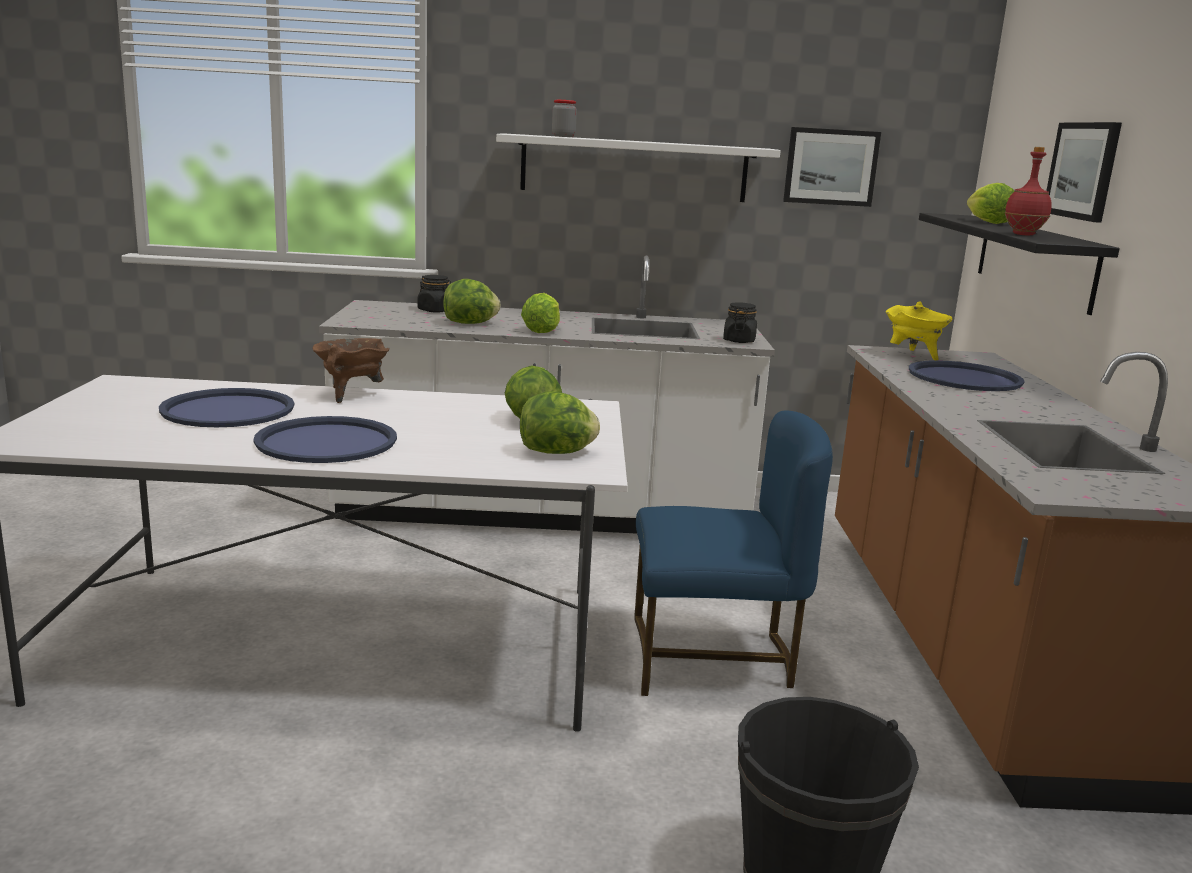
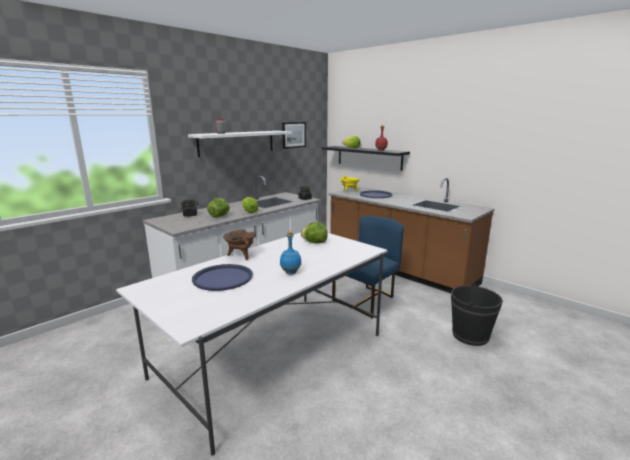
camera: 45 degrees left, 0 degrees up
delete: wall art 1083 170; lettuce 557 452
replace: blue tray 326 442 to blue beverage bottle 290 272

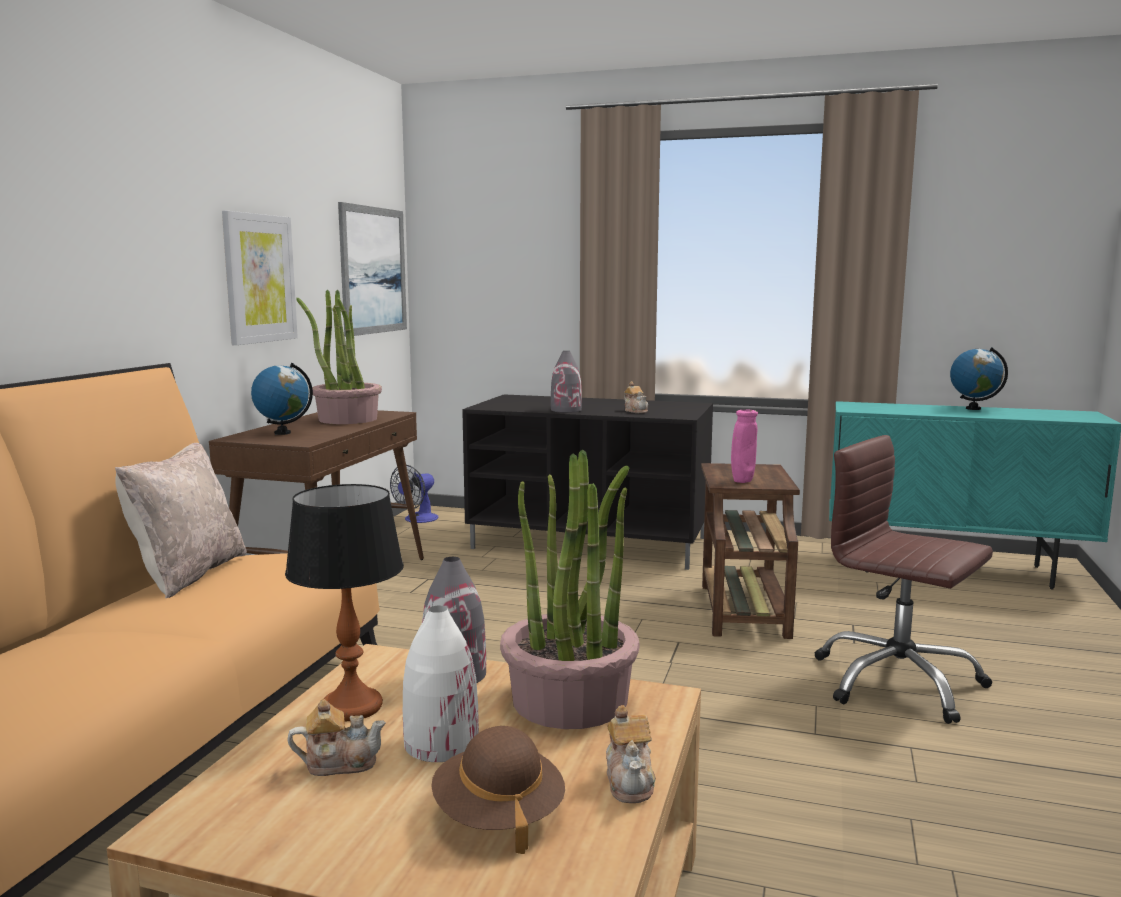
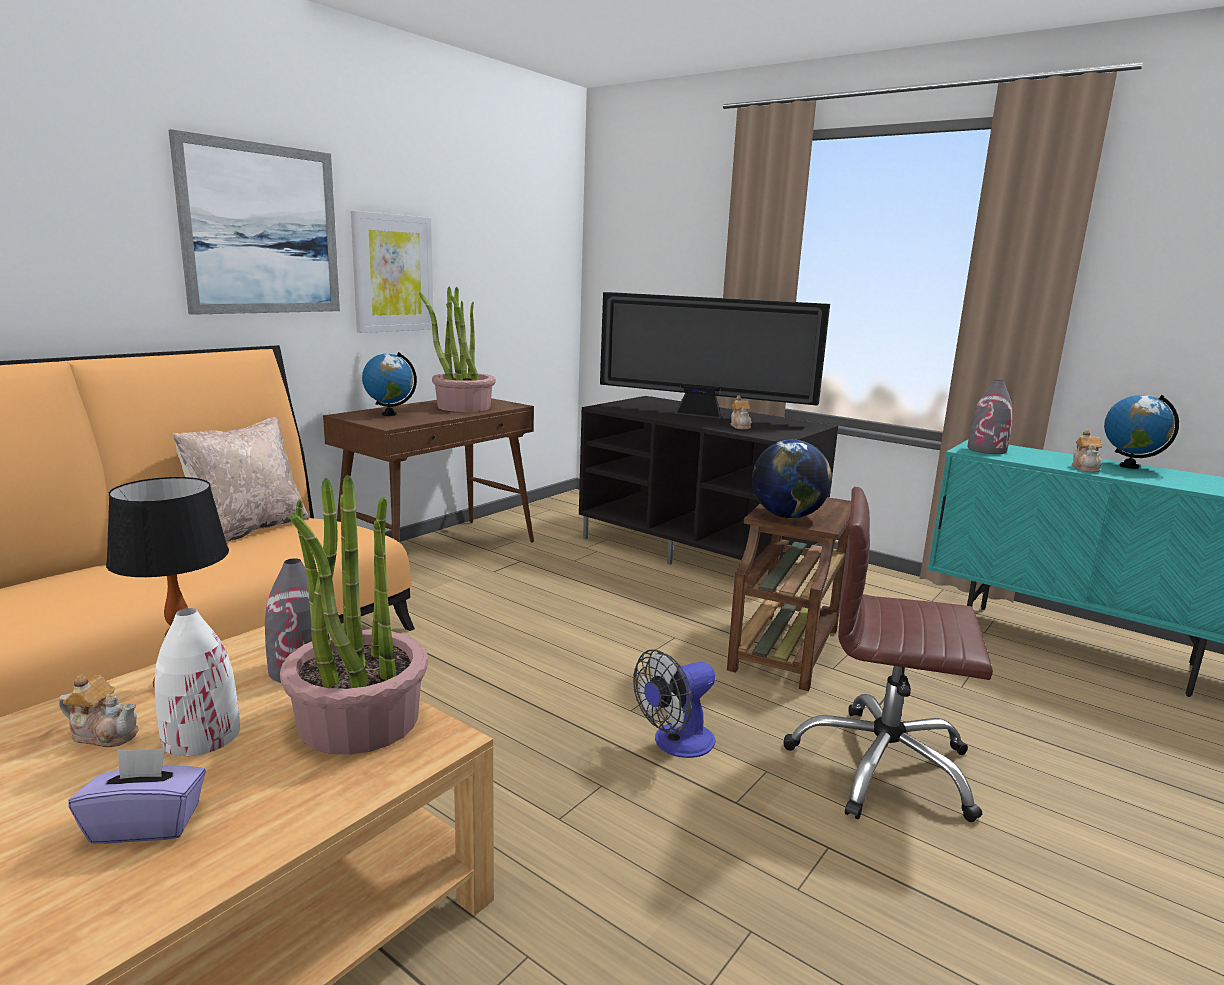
camera: 20 degrees right, 5 degrees up
insert: TV 703 415
move: wall art 373 270 to 262 230; grey decorative vase 566 410 to 987 450; cooling fan 417 520 to 676 744; teapot 630 781 to 1085 468
replace: pink decorative vase 742 482 to world globe 787 516; brownish hat 498 815 to purplish tissue box 146 824
rotate: brownish desk chair 897 682 = 882 767 45 degrees counterclockwise

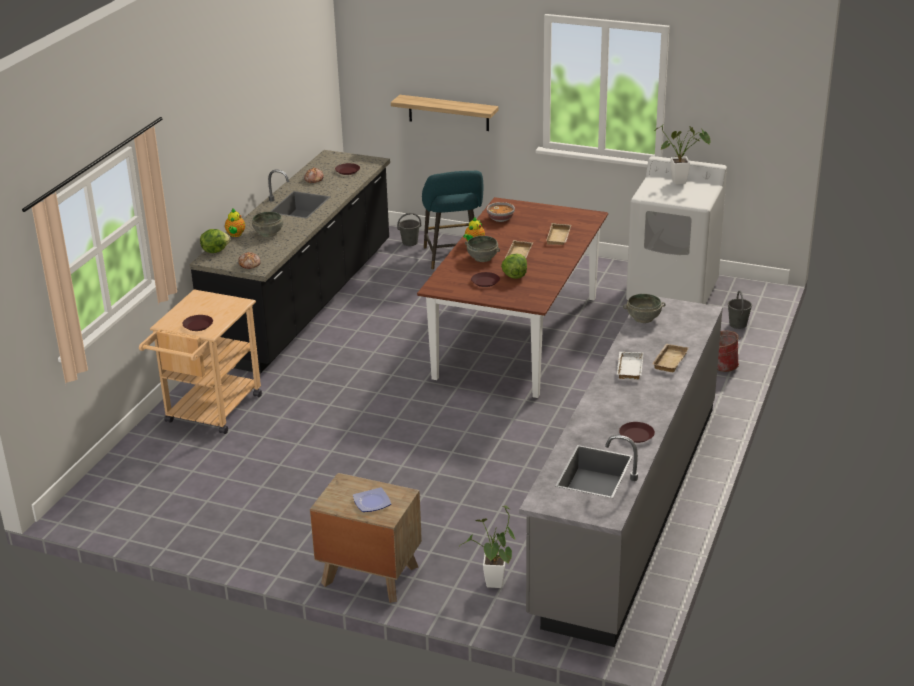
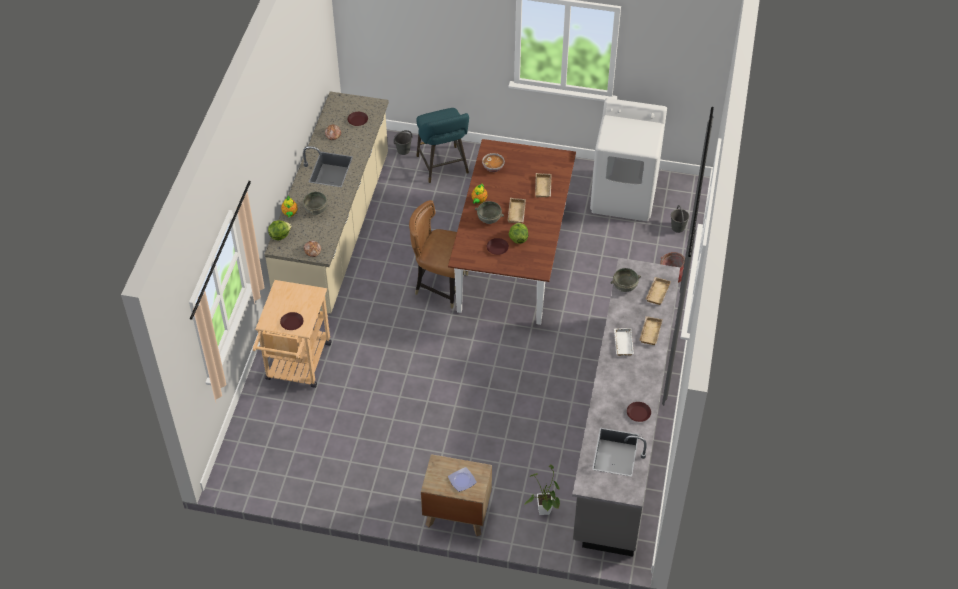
camera: 10 degrees left, 20 degrees up
delete: shelf 448 113; potted plant 682 181
insert: brownish upright chair 441 286; sand-coloured tray 657 292
recolor: black-coloured kitchen base unit 305 301 to sand-coloured kitchen base unit 335 231

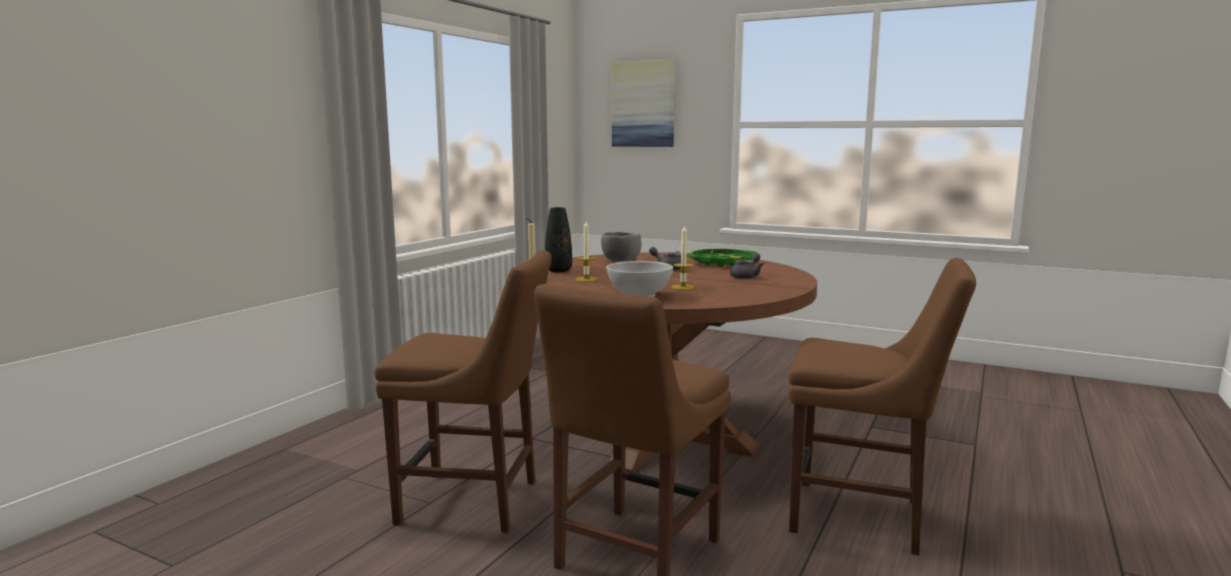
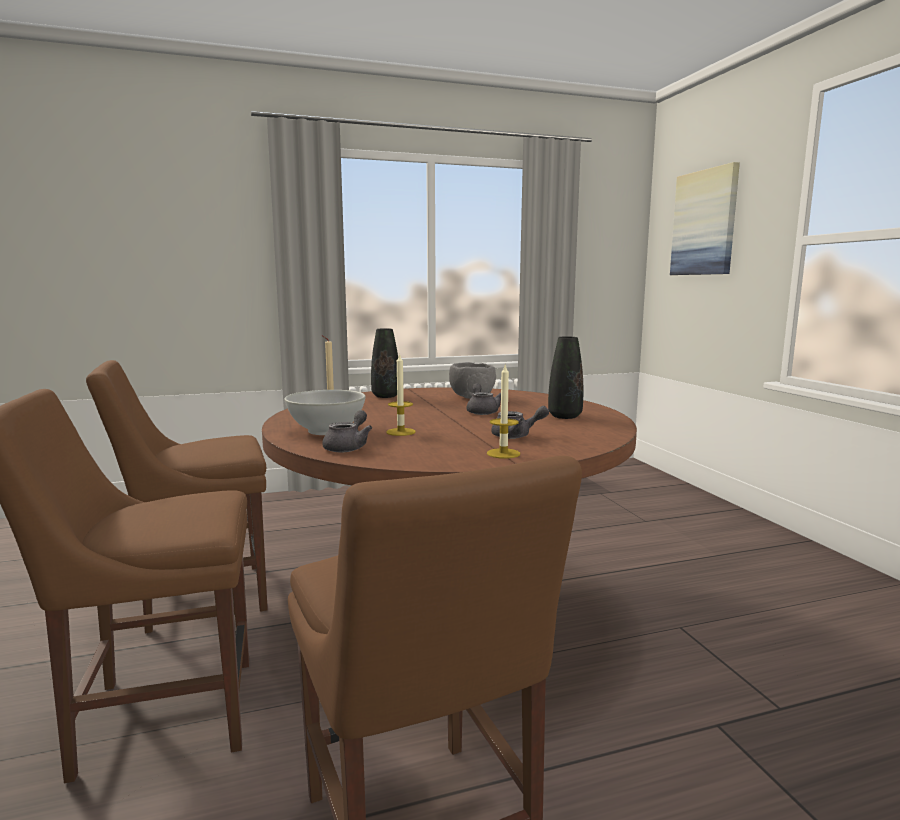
camera: 45 degrees right, 0 degrees up
insert: grey teapot 348 447
move: wax candle 586 279 to 503 453
replace: green tray 722 263 to black-coloured decorative vase 564 416
rotate: brownish upright chair 475 502 = 199 597 105 degrees clockwise

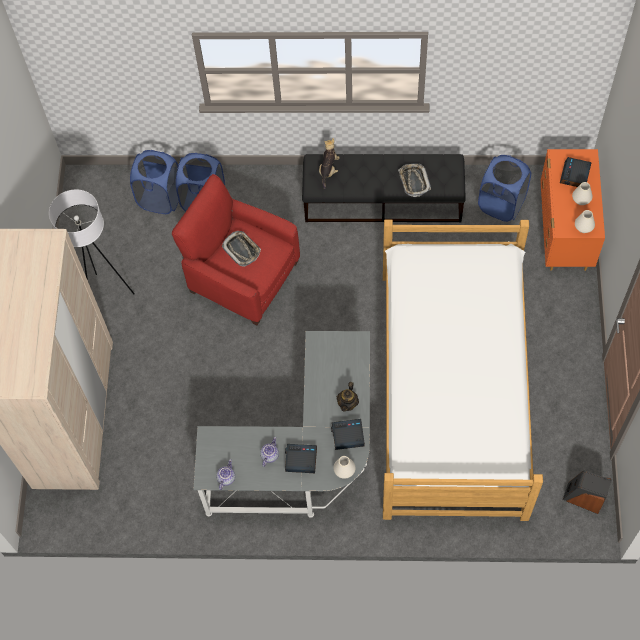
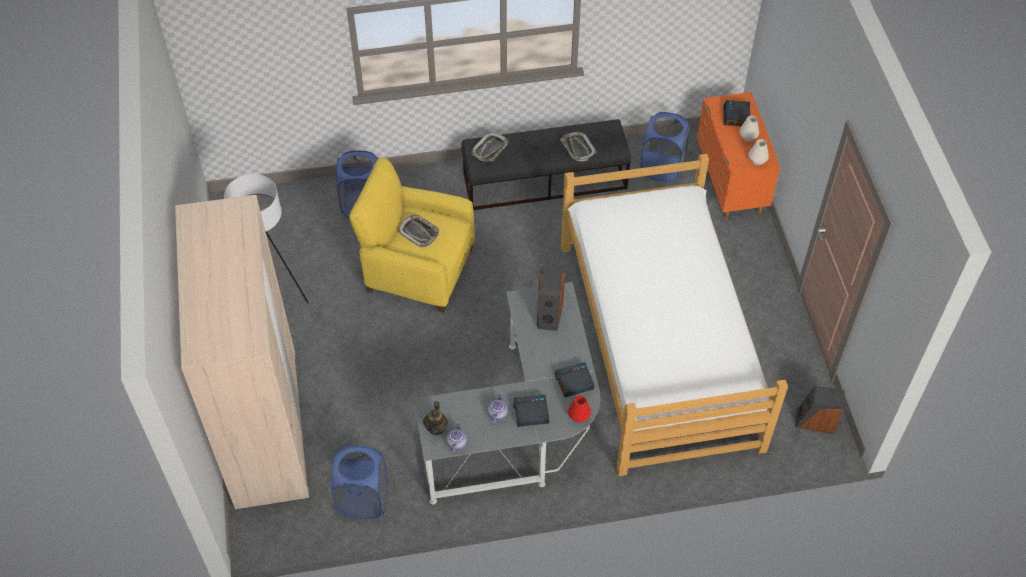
camera: 15 degrees left, 10 degrees down
insert: loudspeaker 549 313
move: blue washing basket 160 198 to 363 500; teapot 348 403 to 436 428
replace: soft toy 328 169 to tray 490 149
recolor: red lounge chair 242 276 to yellowish lounge chair 418 269; white-coloured decorative vase 344 470 to red decorative vase 579 415

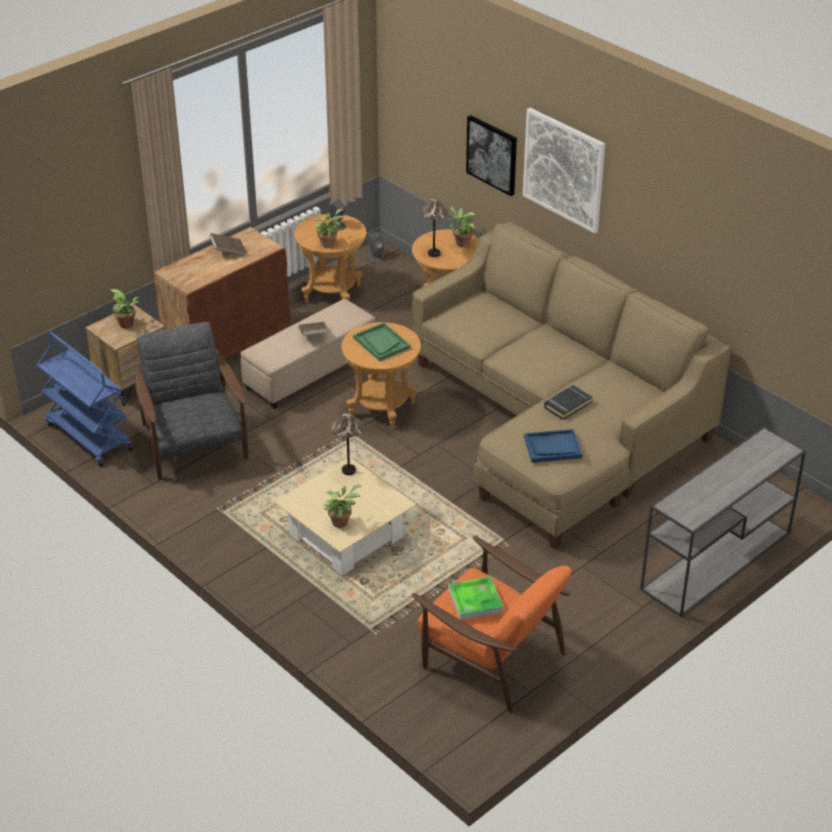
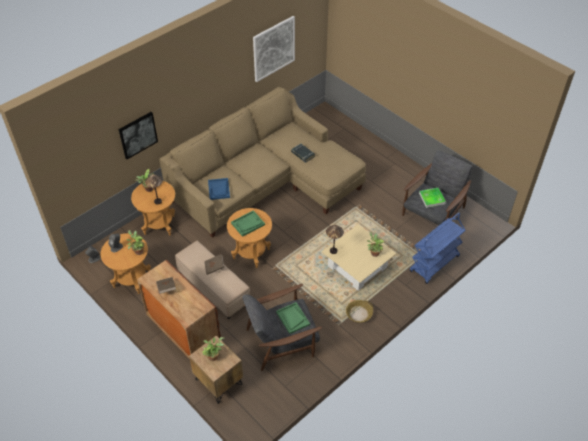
camera: 90 degrees left, 10 degrees up
delete: grey hall table 715 562
insert: household basket 358 314; green tray 292 318
move: wall art 564 169 to 273 48; blue wheeled cart 88 436 to 434 264; blue tray 552 447 to 219 189
recolor: orangey lounge chair 490 657 to grey lounge chair 433 213

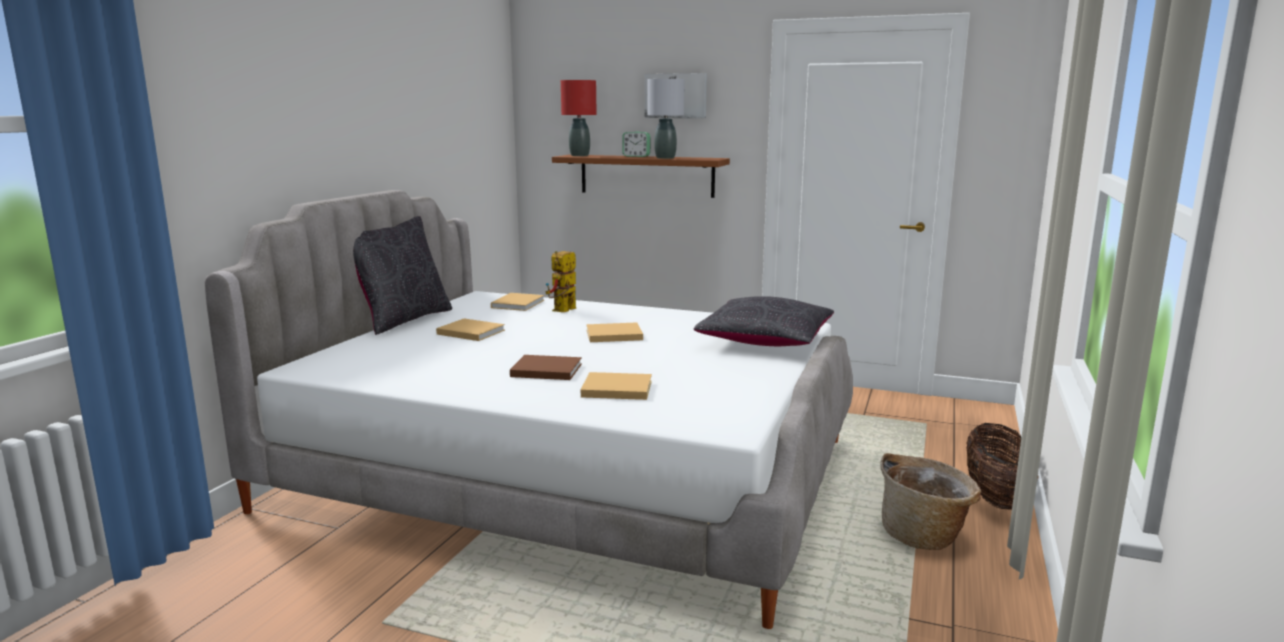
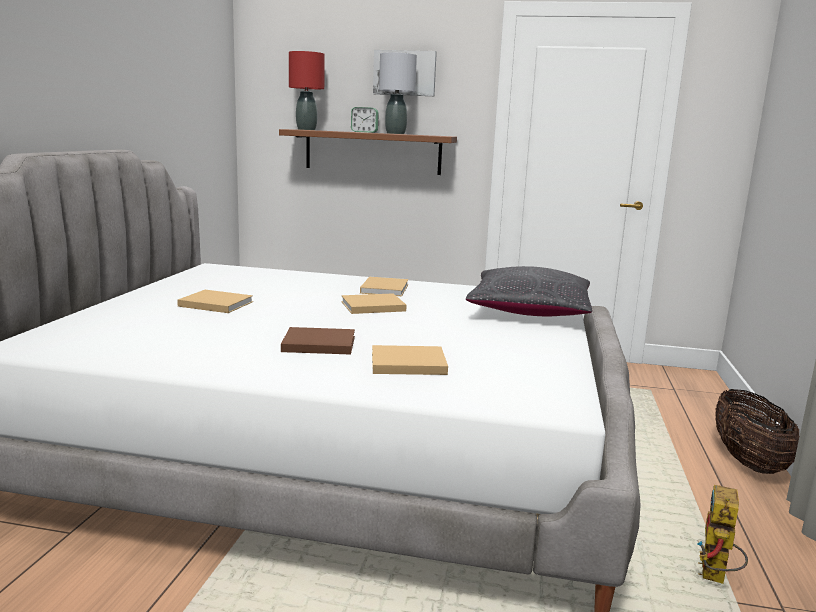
camera: 10 degrees left, 0 degrees up
delete: black-coloured cushion 403 320; household basket 924 536
move: robot figure 563 311 to 715 579; sand-coloured bound book 518 303 to 385 288

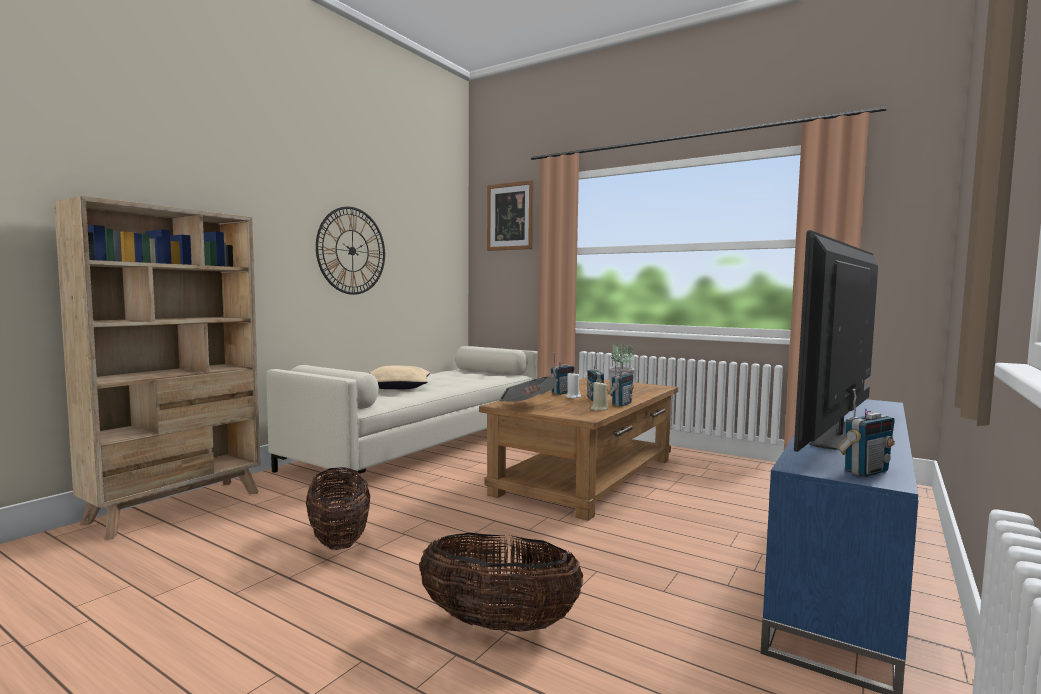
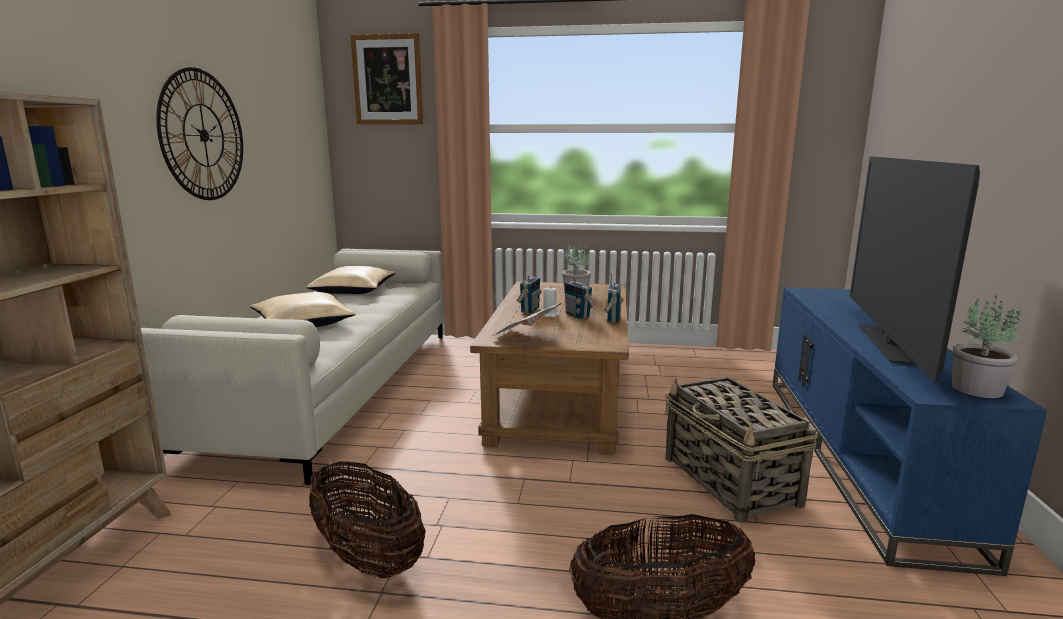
camera: 25 degrees left, 10 degrees up
delete: sand-coloured wax candle 599 409
insert: sand-coloured cushion 354 290; household basket 731 481
replace: radio 865 471 to potted plant 976 389

